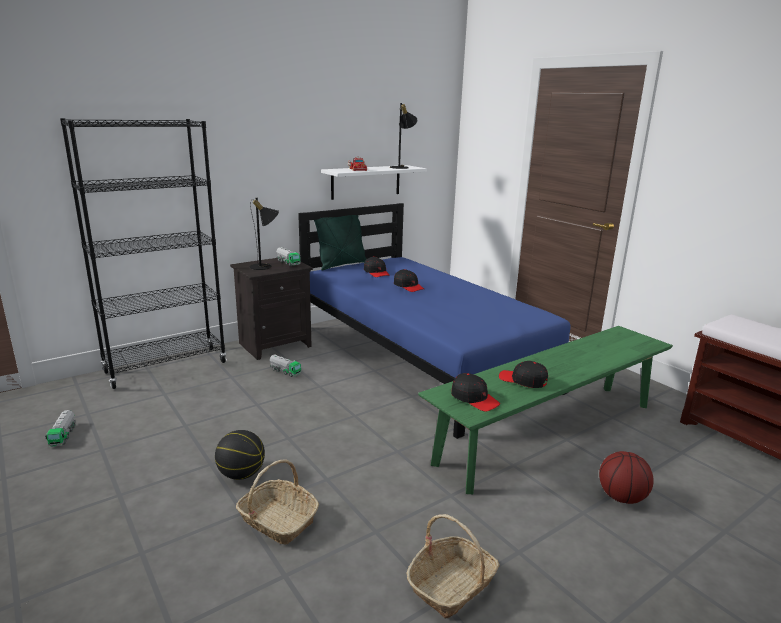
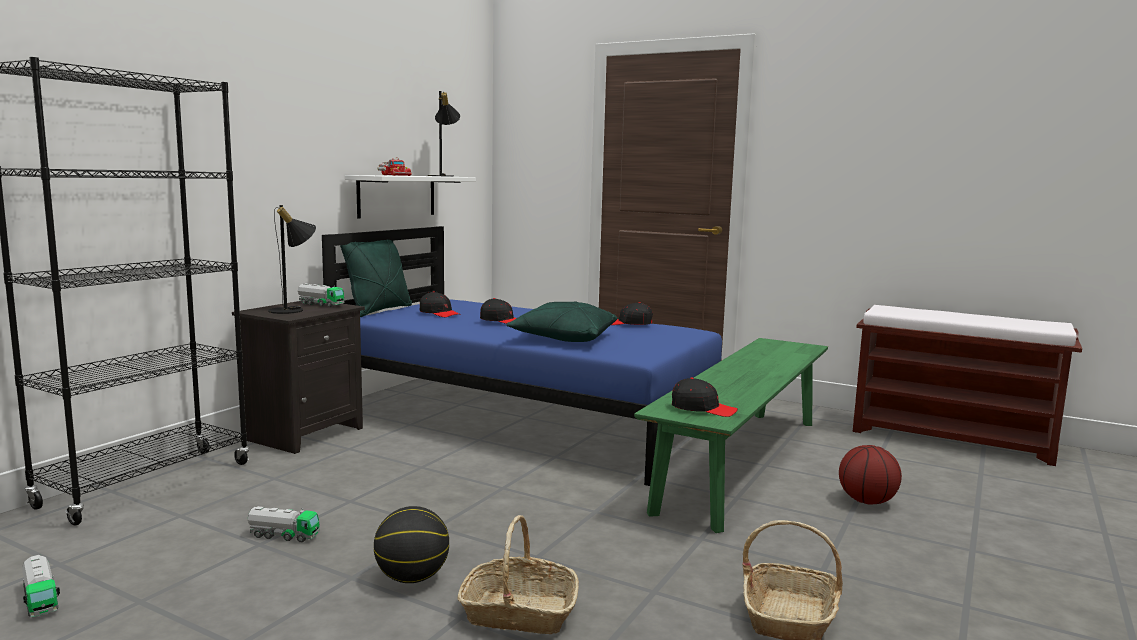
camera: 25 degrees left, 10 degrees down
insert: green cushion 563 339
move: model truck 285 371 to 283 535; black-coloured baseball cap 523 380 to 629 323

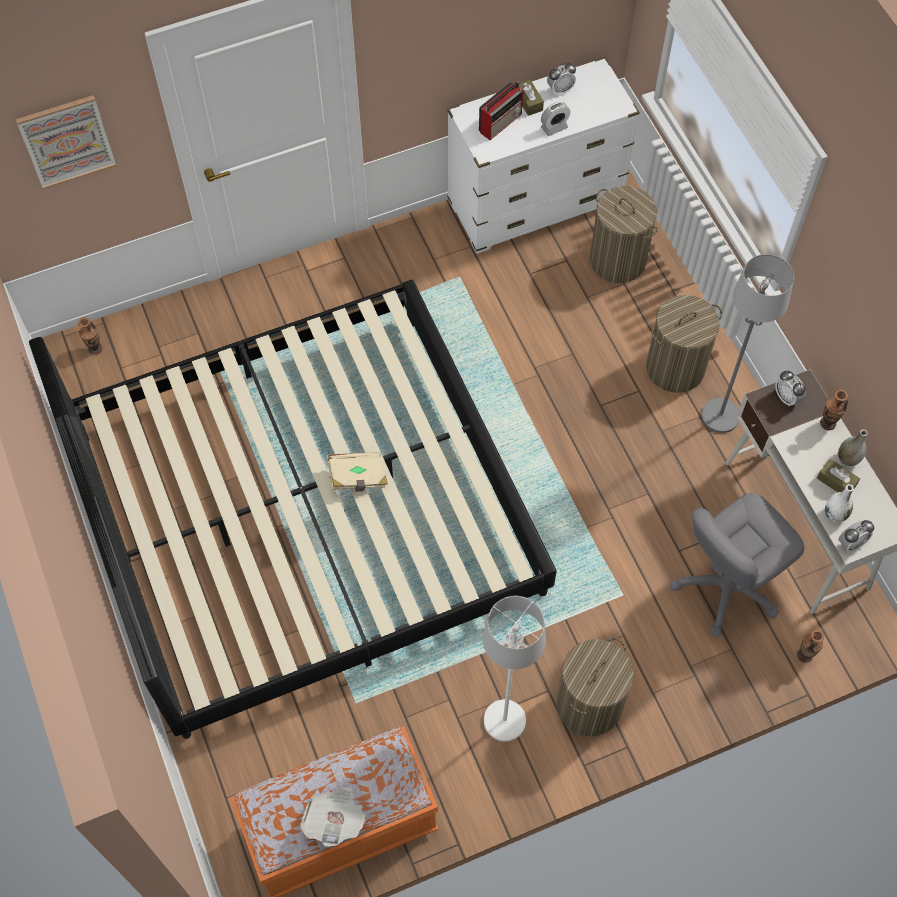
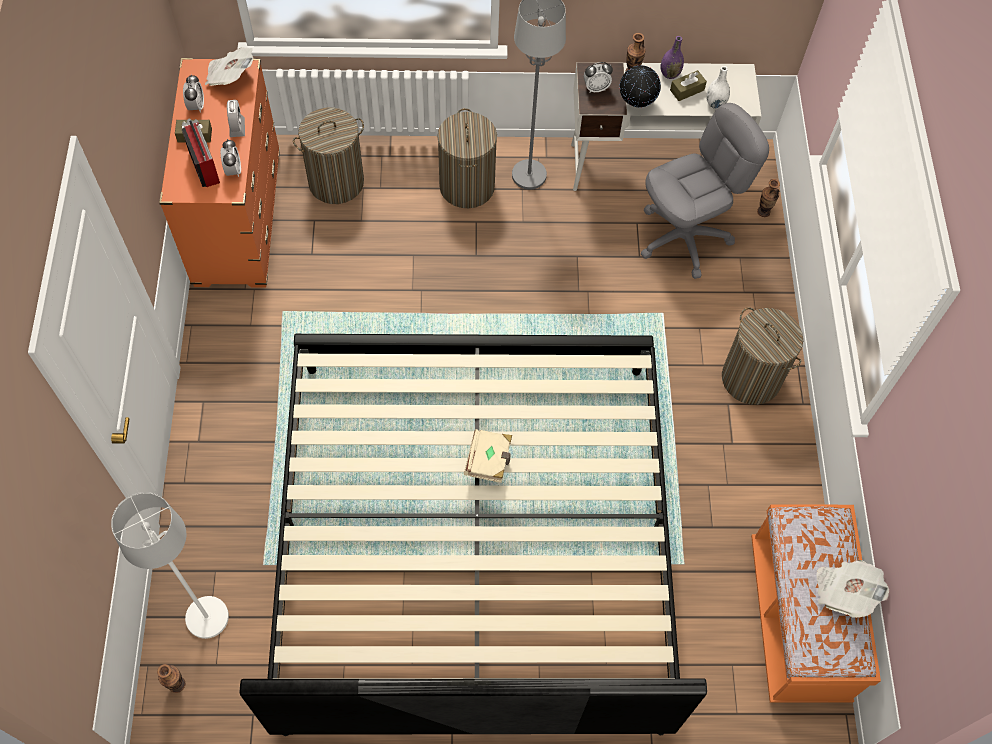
camera: 70 degrees left, 0 degrees up
delete: wall art 66 141
insert: printed paper 230 76; world globe 636 103
move: alarm clock 851 543 to 233 170; white-coloured standing lamp 504 720 to 207 618
recolor: white-coloured chest of drawers 535 203 to orangey chest of drawers 238 219; grey decorative vase 848 458 to purplish decorative vase 669 74
rotate: grey desk chair 725 585 = 684 238 105 degrees counterclockwise

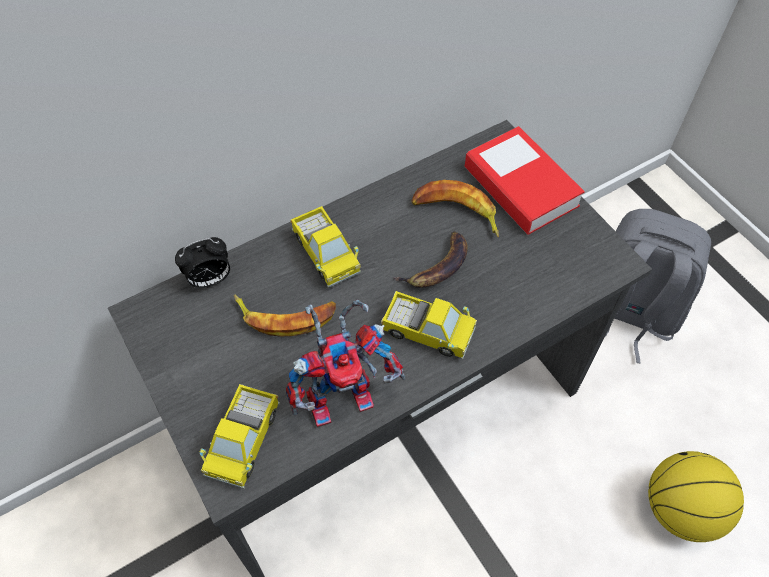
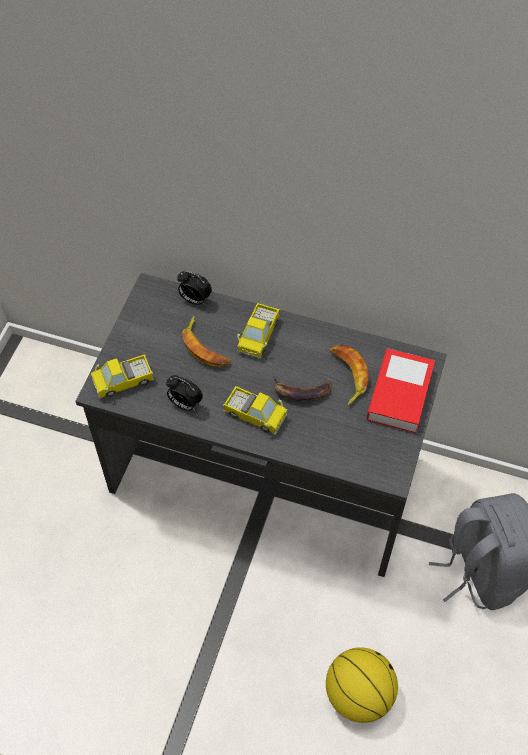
camera: 50 degrees right, 0 degrees up
replace: robot figure 344 394 to alarm clock 184 404
rotate: model truck 428 332 = 255 415 45 degrees counterclockwise

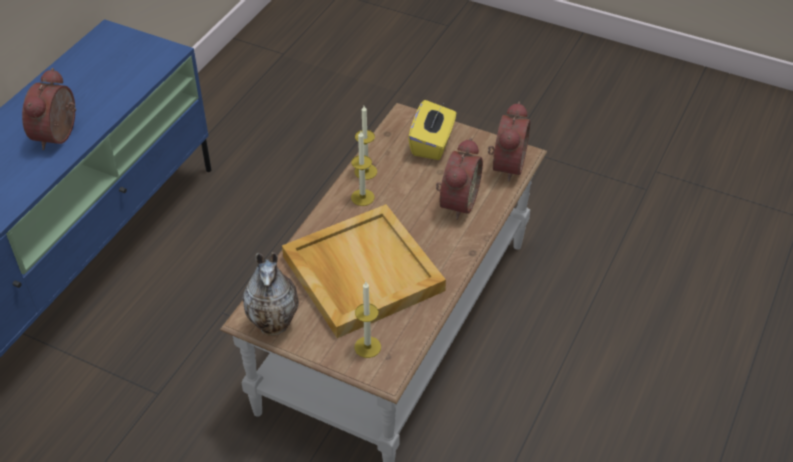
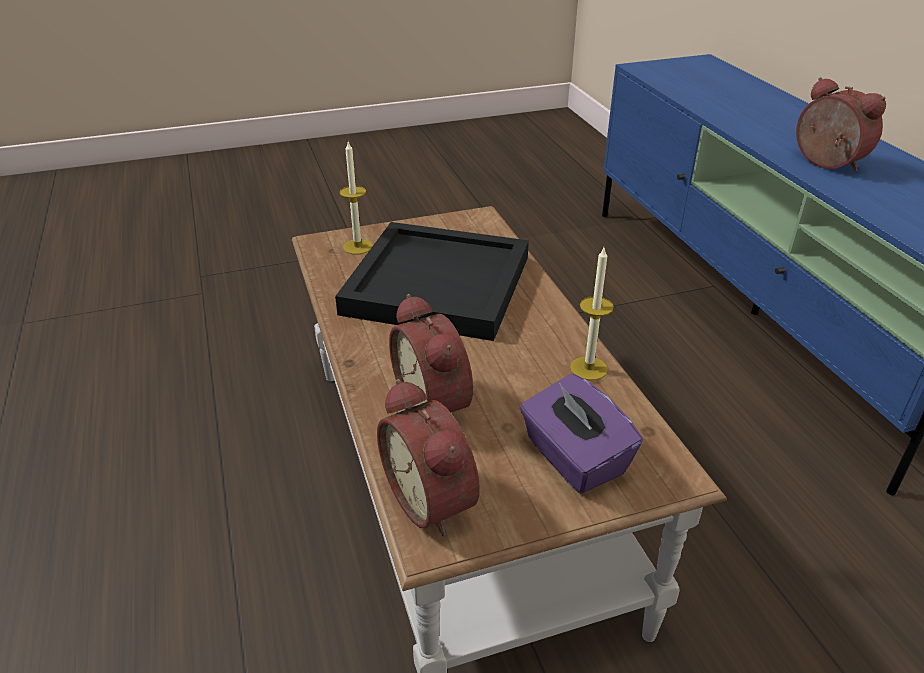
camera: 135 degrees right, 10 degrees down
delete: wax candle 362 197; decorative vase 275 325
recolor: yellowish tissue box 432 144 to purplish tissue box 573 458; sand-coloured tray 361 273 to black-coloured tray 439 284

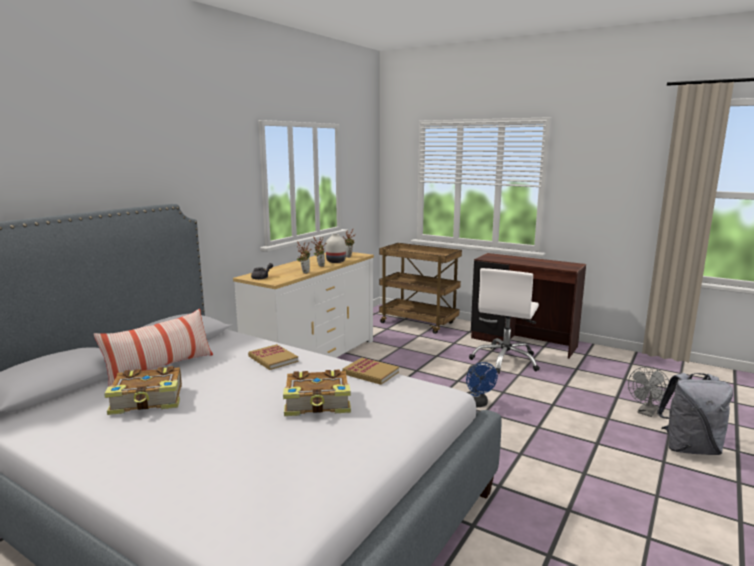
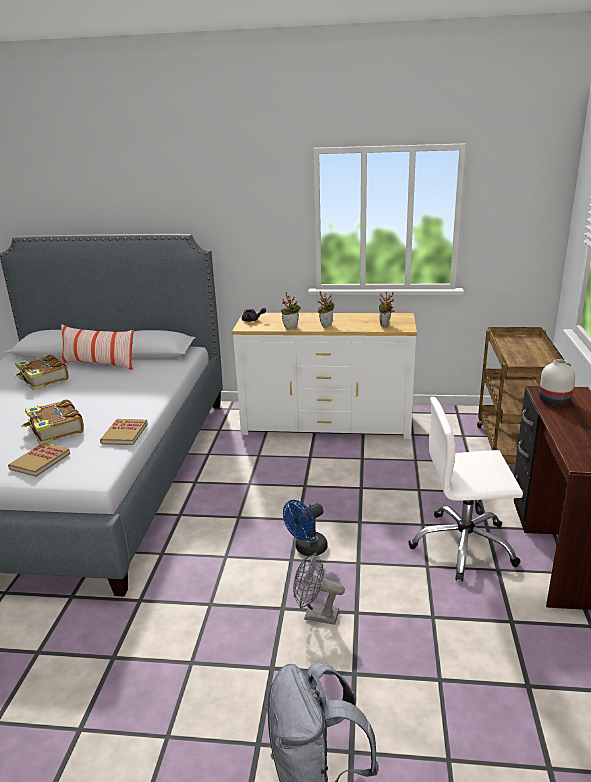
camera: 65 degrees right, 10 degrees up
move: white-coloured decorative vase 336 261 to 553 401; bound book 273 359 to 40 461; grey cooling fan 646 412 to 315 615

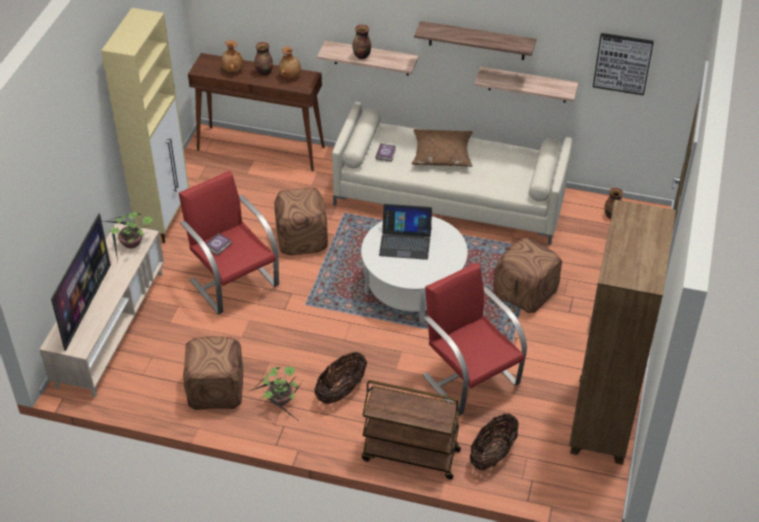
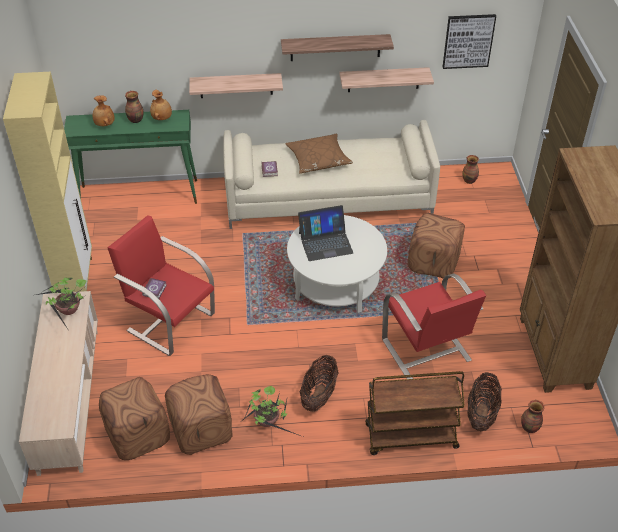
camera: 20 degrees left, 0 degrees up
delete: TV 86 306
move: decorative vase 361 56 to 529 428; brownish pouffe 302 238 to 138 433
recolor: brownish hall table 261 148 to green hall table 140 194
rotate: red lounge chair 470 378 = 426 351 150 degrees counterclockwise

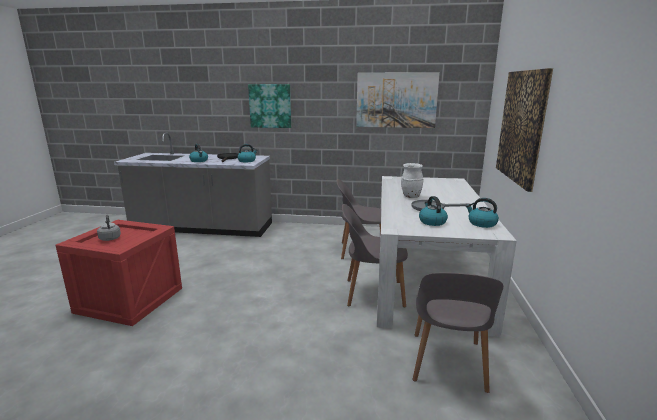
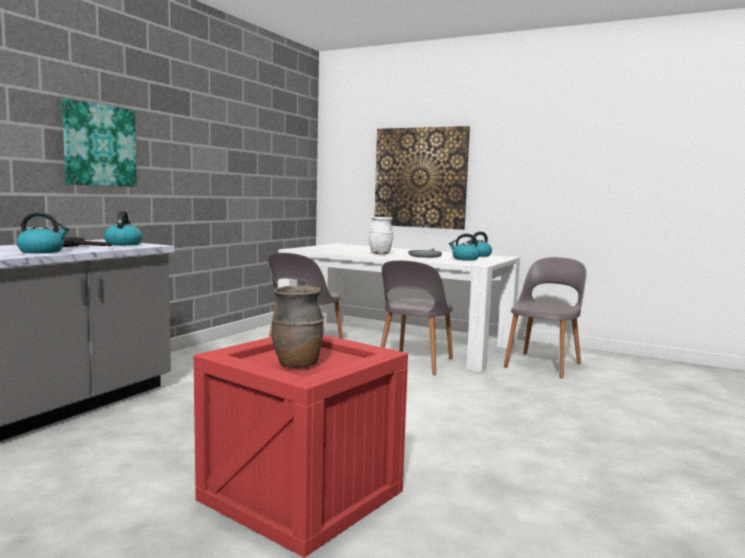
camera: 70 degrees left, 10 degrees down
delete: wall art 396 100
replace: grey tea kettle 110 238 to brownish decorative vase 297 365
rotate: grey upright chair 447 363 = 543 364 90 degrees counterclockwise

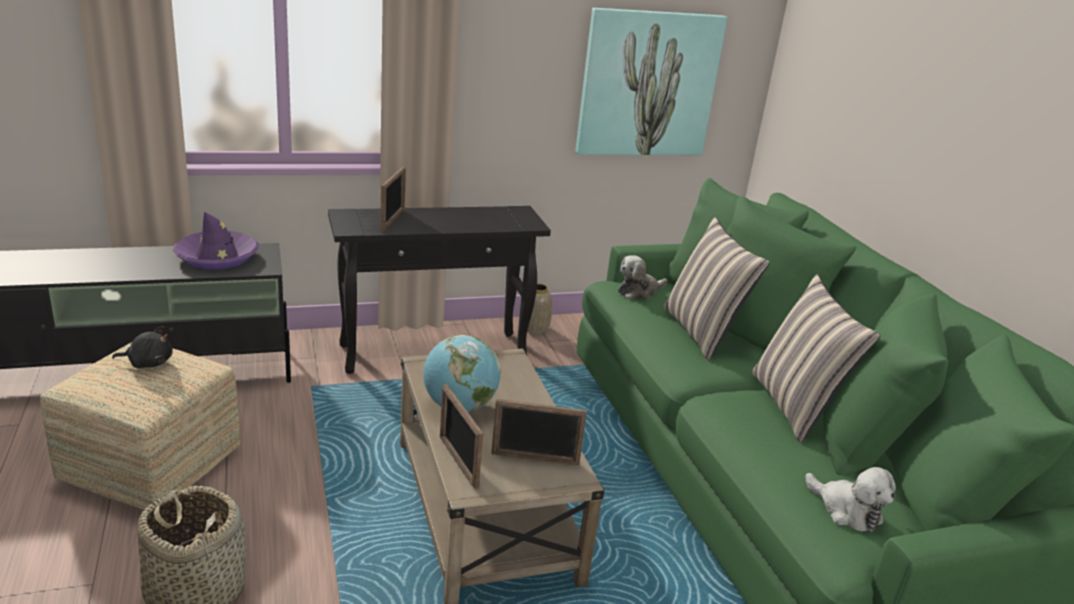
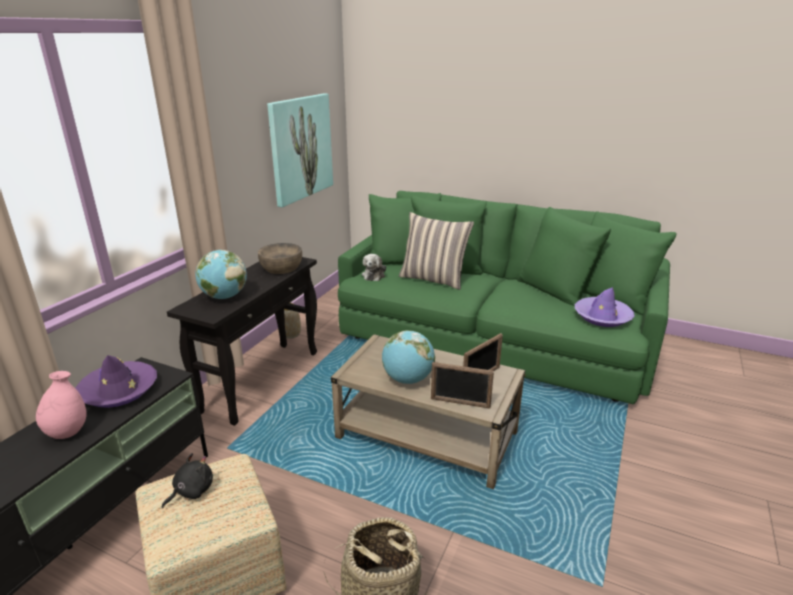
camera: 45 degrees left, 0 degrees up
delete: cushion 795 406
insert: brownish bowl 281 267; pink decorative vase 68 432
replace: photo frame 392 220 to world globe 224 297; soft toy 847 510 to purplish hat 602 317

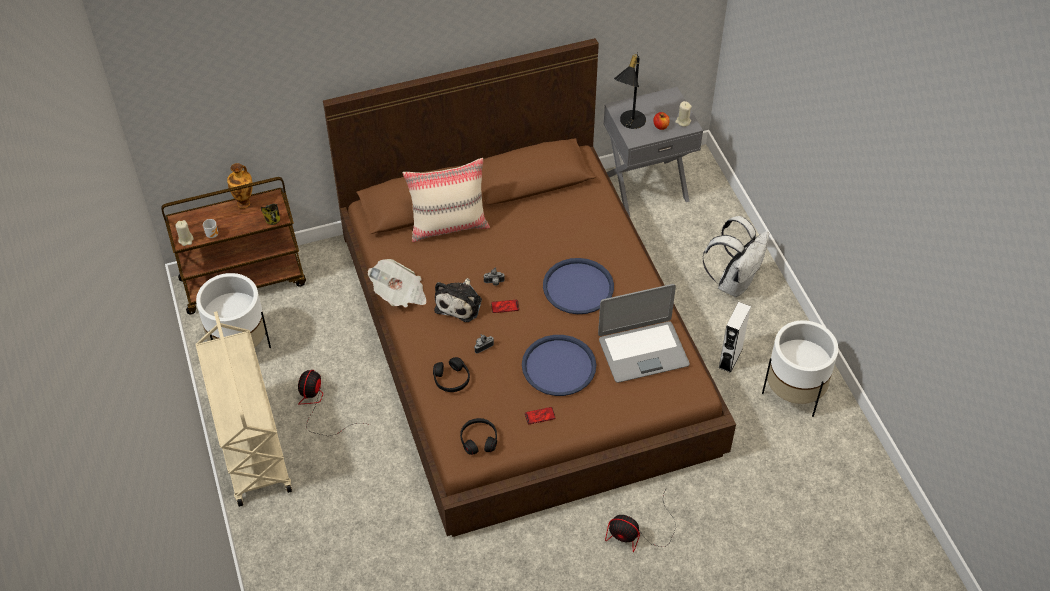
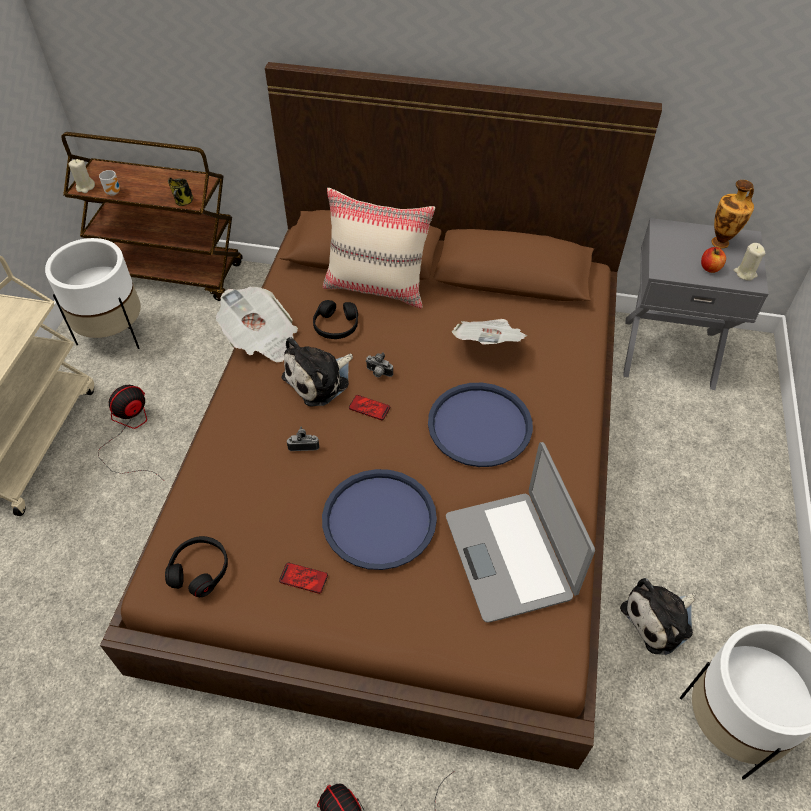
camera: 30 degrees right, 0 degrees up
delete: black-coloured lamp for a table 629 122; white-coloured rucksack 734 282
insert: printed paper 488 345
move: decorative vase 244 203 to 721 242; black-coloured headset 451 379 to 336 326
replace: white-coloured loudspeaker 730 358 to soft toy 660 619
rotate: portable computer 643 351 = 510 556 60 degrees clockwise

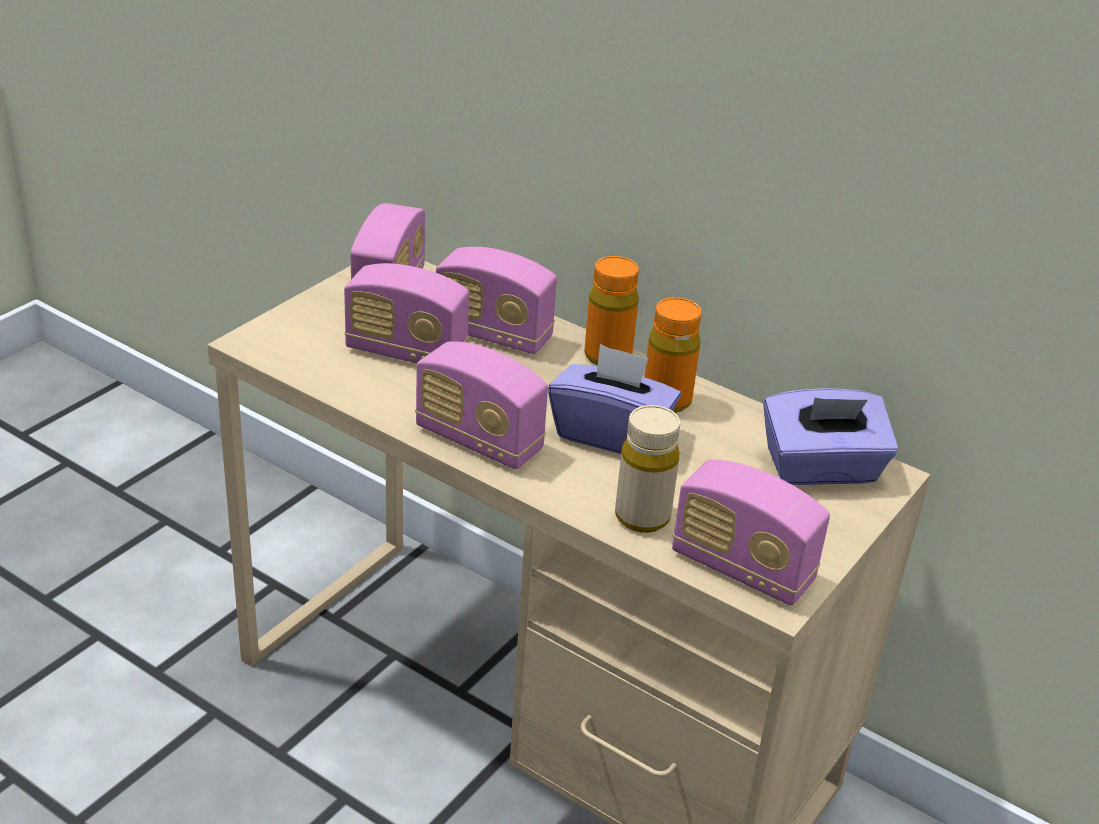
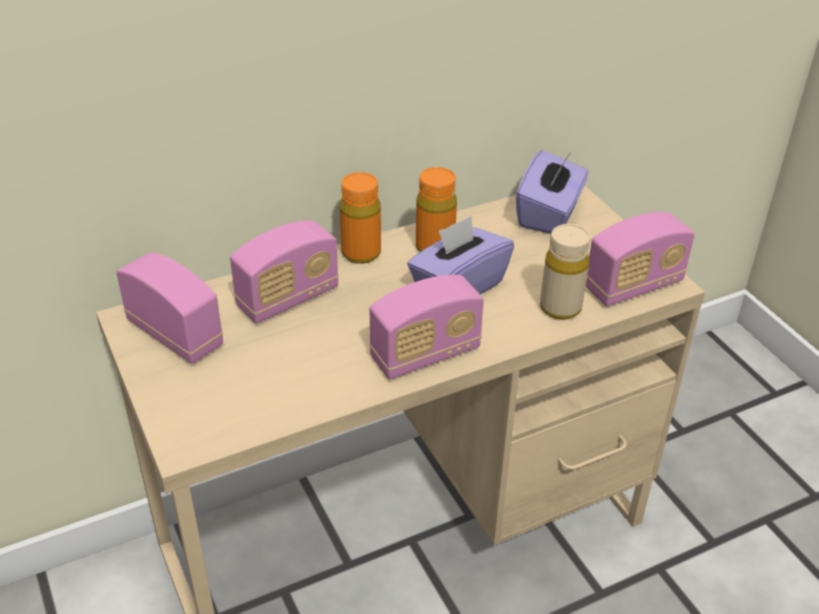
camera: 60 degrees left, 5 degrees up
delete: radio 406 352

